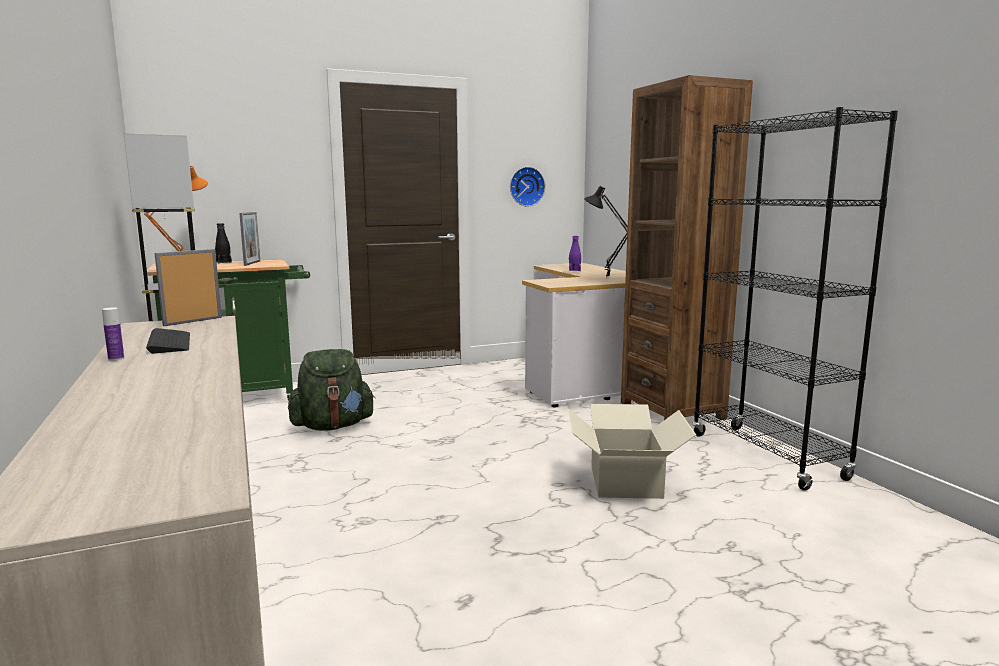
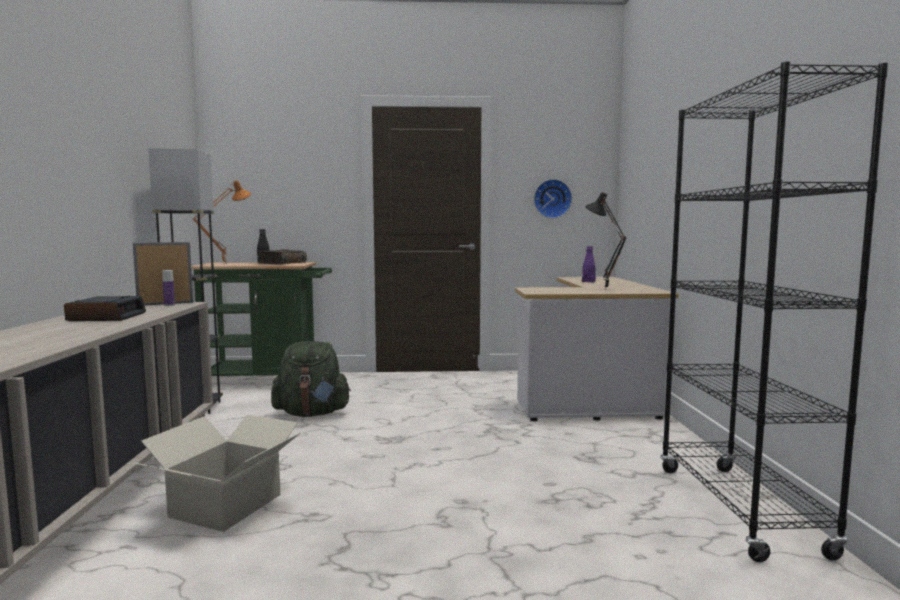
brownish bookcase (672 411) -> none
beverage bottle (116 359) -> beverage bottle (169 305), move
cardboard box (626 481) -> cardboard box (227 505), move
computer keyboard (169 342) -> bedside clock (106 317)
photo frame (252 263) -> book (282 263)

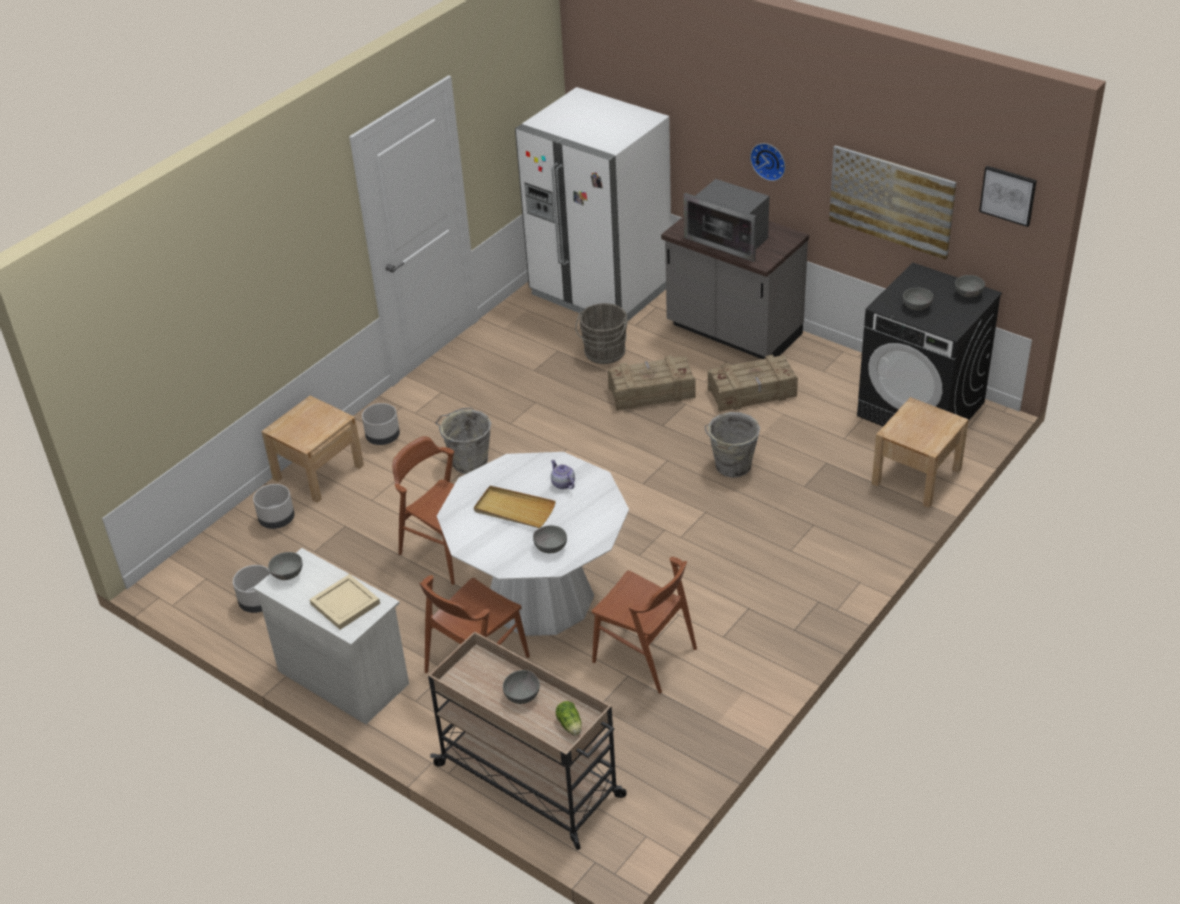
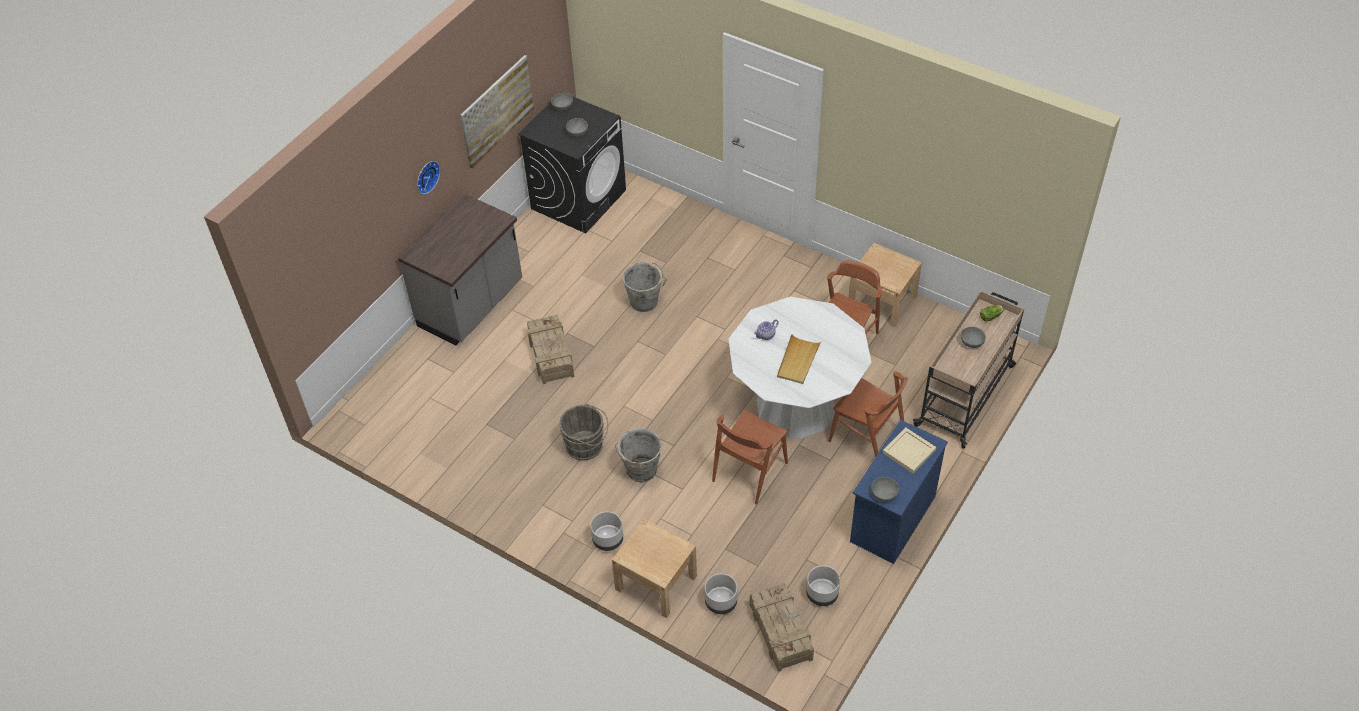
whitish kitchen fridge (600 290) -> none
greyish serving bowl (550 547) -> none
microwave oven (729 239) -> none
wall picture (1008 195) -> none
greyish bucket (604 354) -> greyish bucket (586 446), move
packing crate (752 393) -> packing crate (781 631), move
beige-coloured bedside table (916 476) -> beige-coloured bedside table (882 301), move
whitish dresser (343 677) -> blue dresser (892 519)

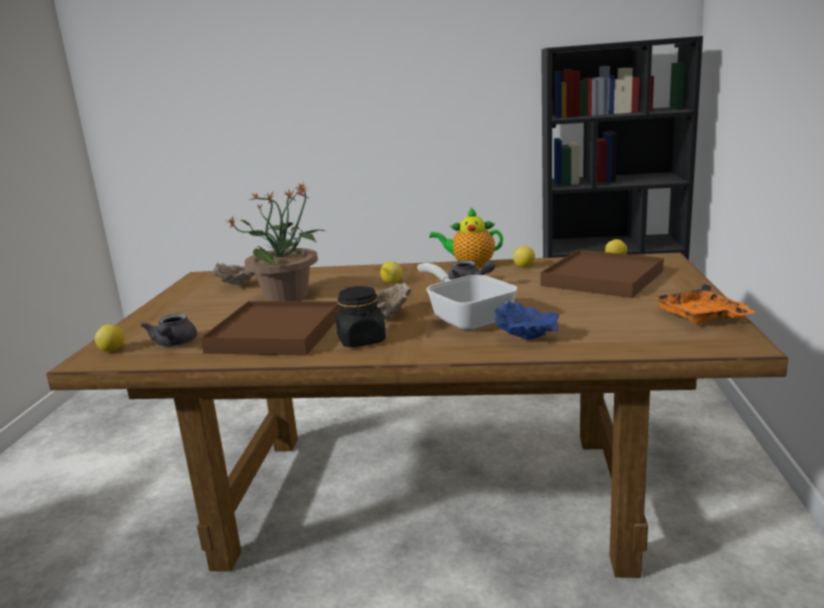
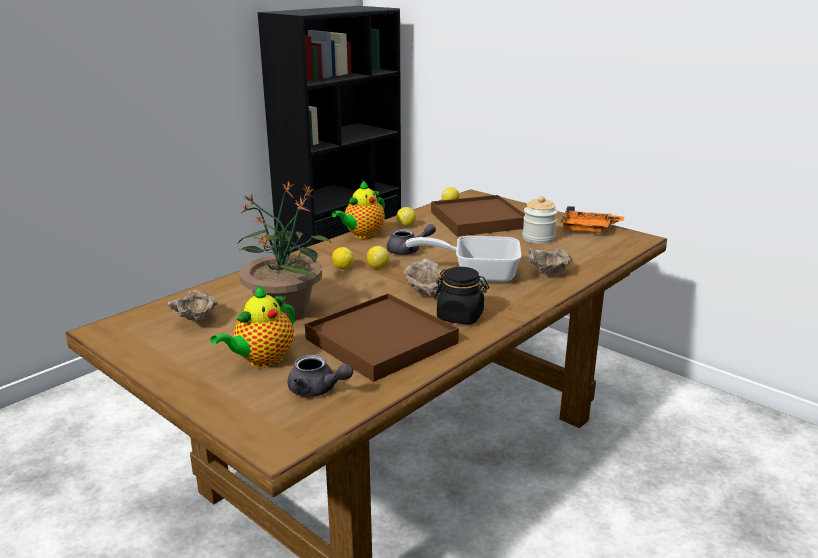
none -> teapot (262 361)
none -> storage jar (538 238)
lemon (113 350) -> lemon (378 267), move
blue serving bowl (526 339) -> beige-coloured serving bowl (549 274)

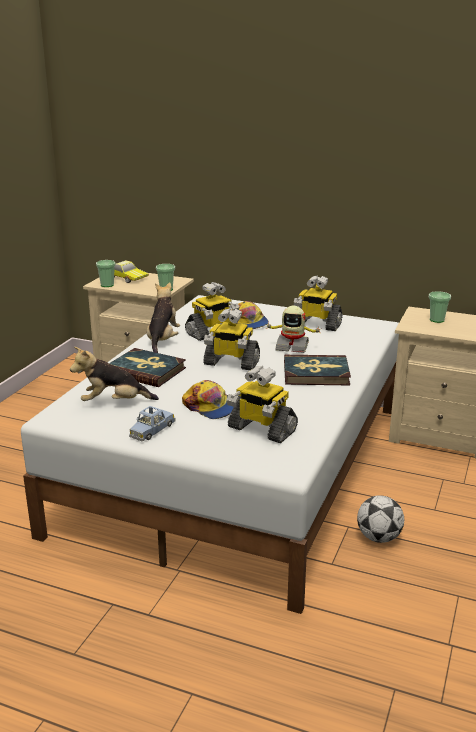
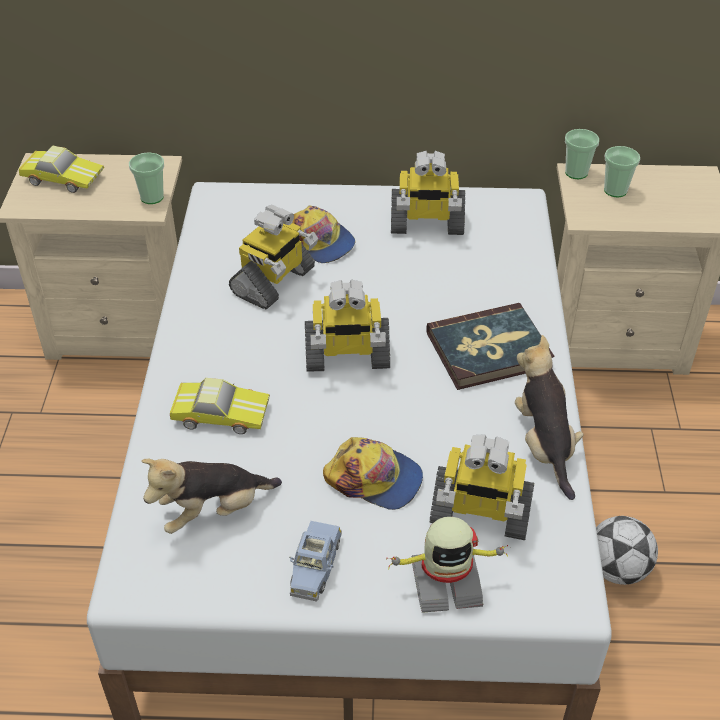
drinking cup (107 285) -> drinking cup (576 173), move
cuddly toy (163 340) -> cuddly toy (544 445), move
robot figure (292 347) -> robot figure (445 582), move
book (146 371) -> miniature car (220 412)

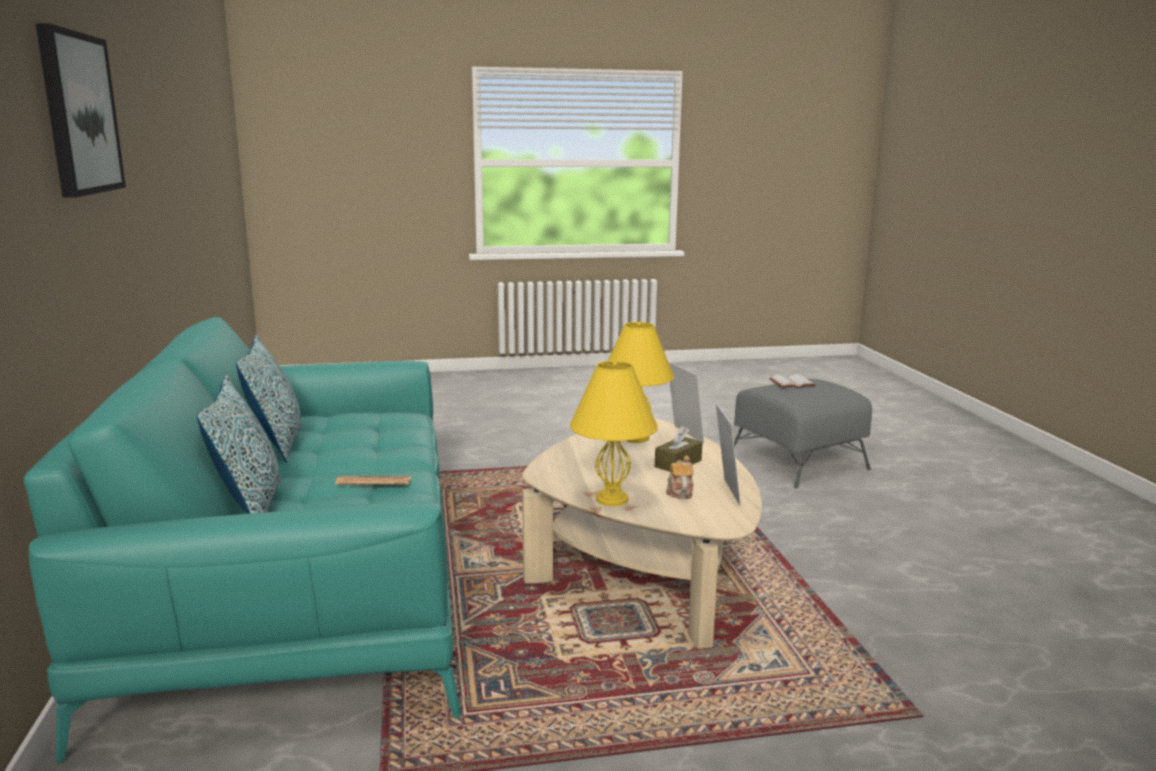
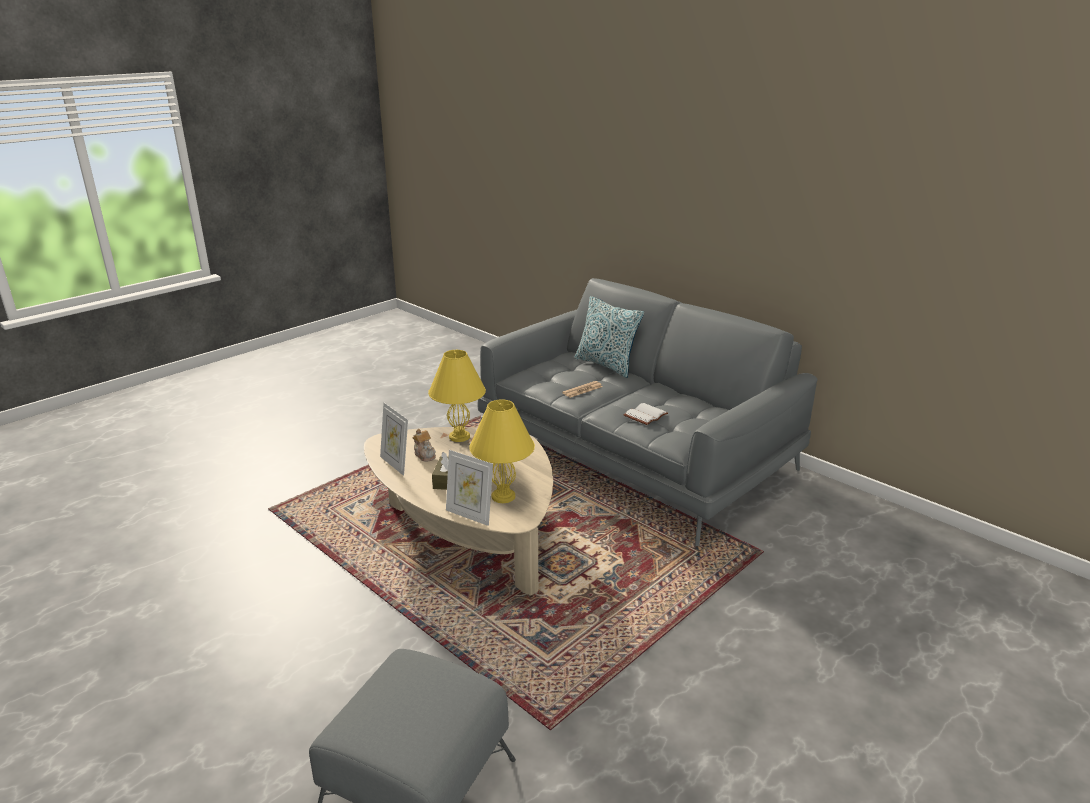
wall picture (79 114) -> none
throw pillow (277 444) -> none
whitish book (792 384) -> whitish book (645 415), move
turquoise-coloured sofa (300 589) -> greyish sofa (635 455)

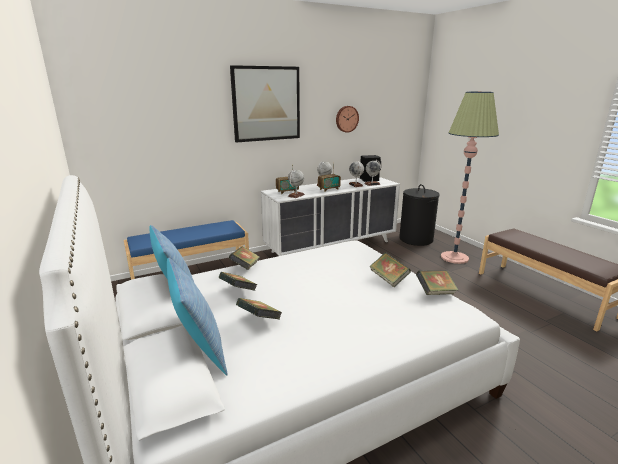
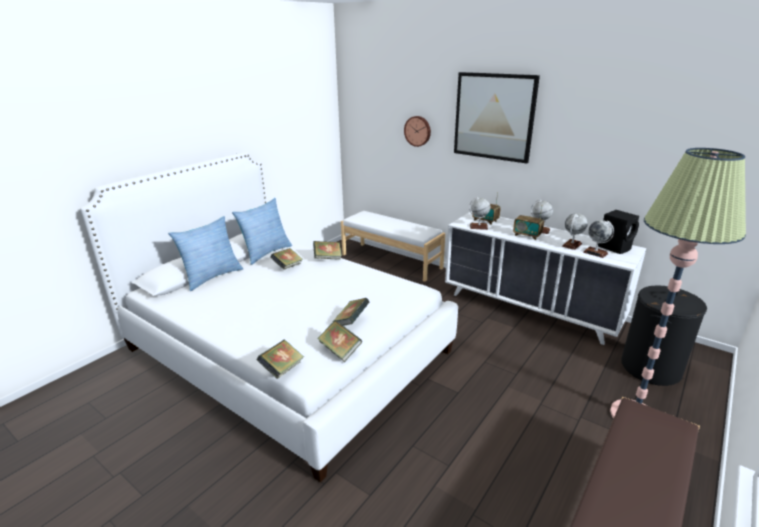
book (259 320) -> book (282 369), move
wall clock (346 119) -> wall clock (418 131), move
blue bench (191 273) -> whitish bench (391 261)

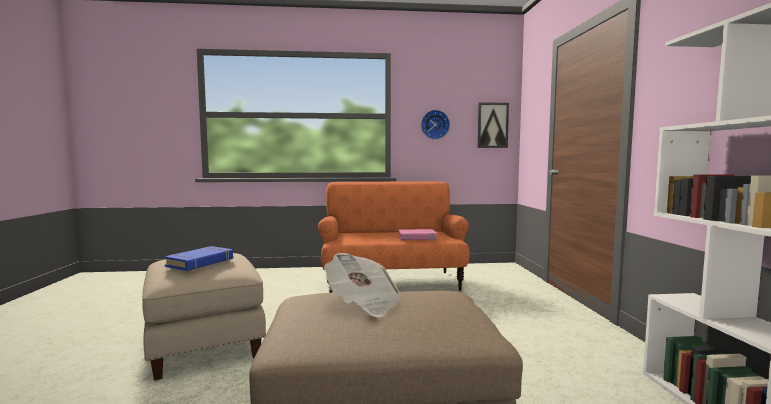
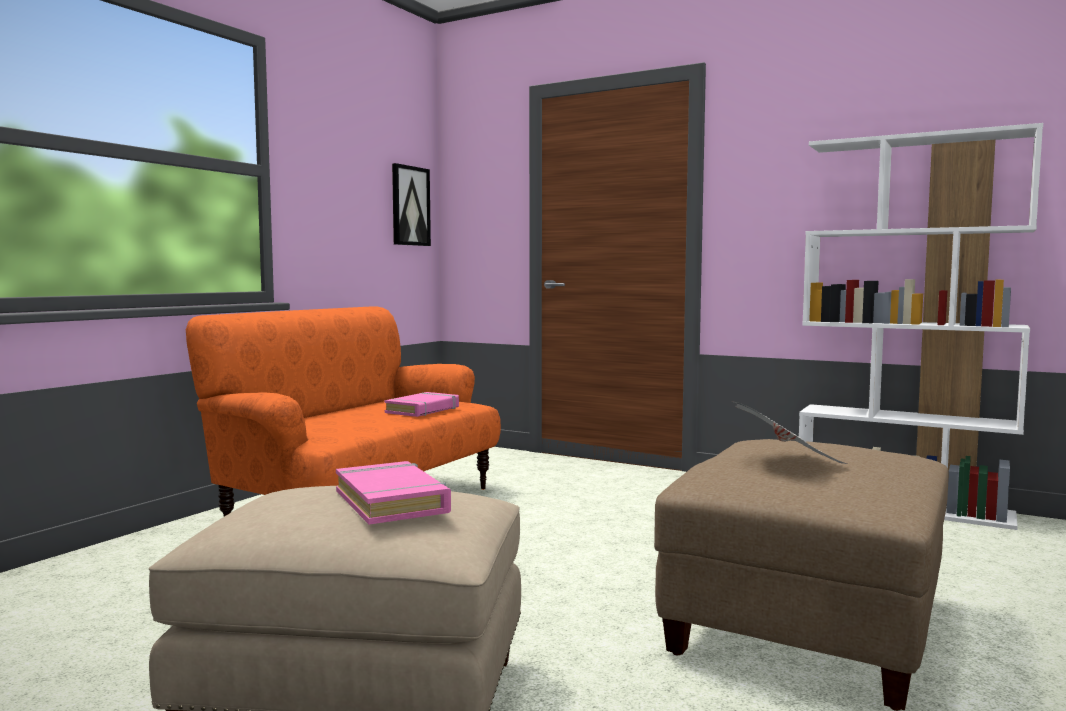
wall clock (434 124) -> none
blue book (200 262) -> pink book (392 501)

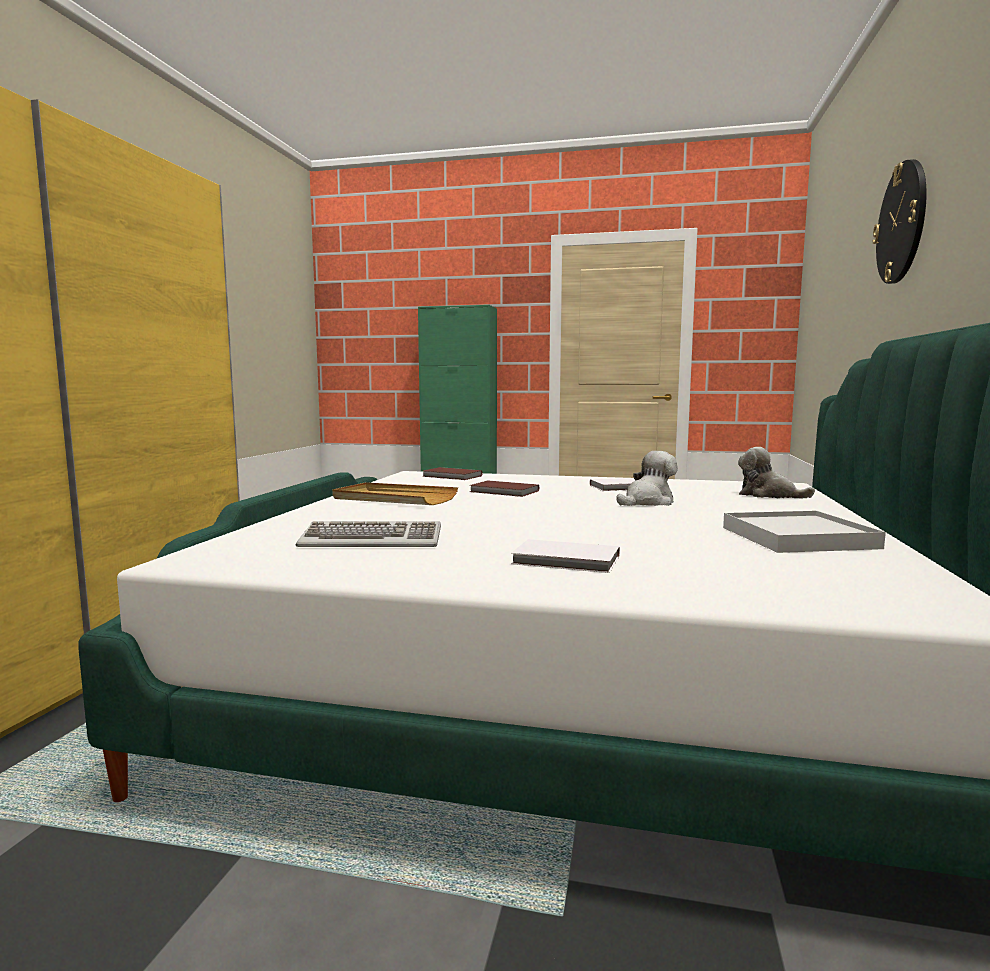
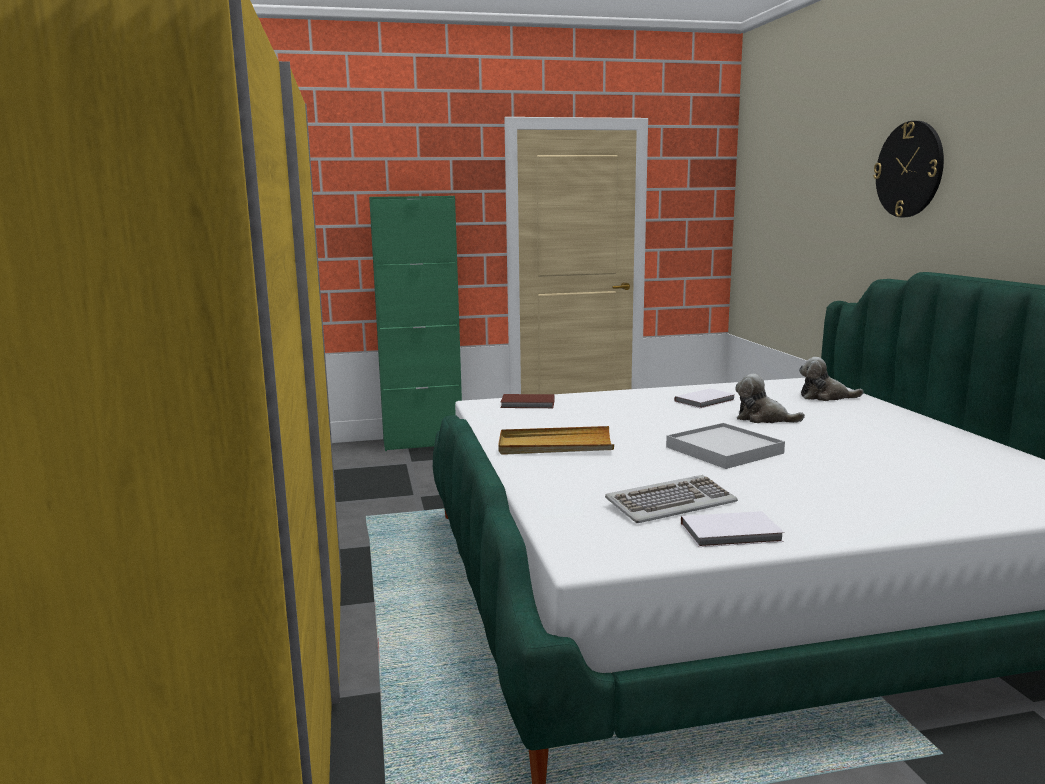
brownish book (504 491) -> none
whitish book (567 561) -> whitish book (732 533), move
whitish tray (797 538) -> whitish tray (724 450), move
cuddly toy (647 502) -> cuddly toy (763 419), 90 degrees counterclockwise

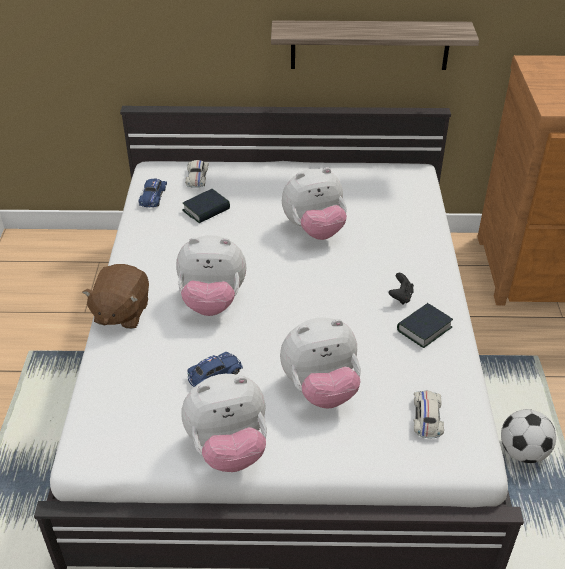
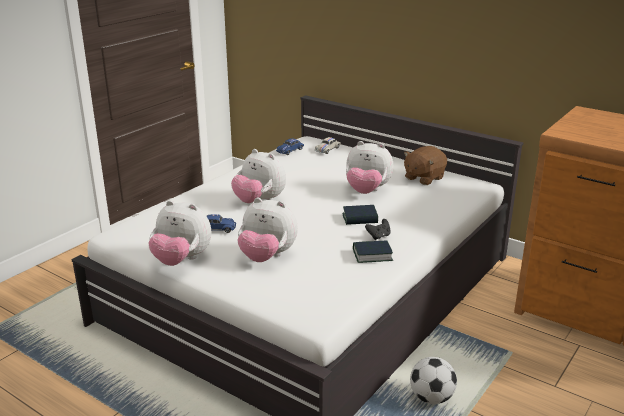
bracket shelf (370 45) -> none
whitish miniature car (427 417) -> none
brownish cuddly toy (121 313) -> brownish cuddly toy (423 178), move
book (206 210) -> book (360 218), move

